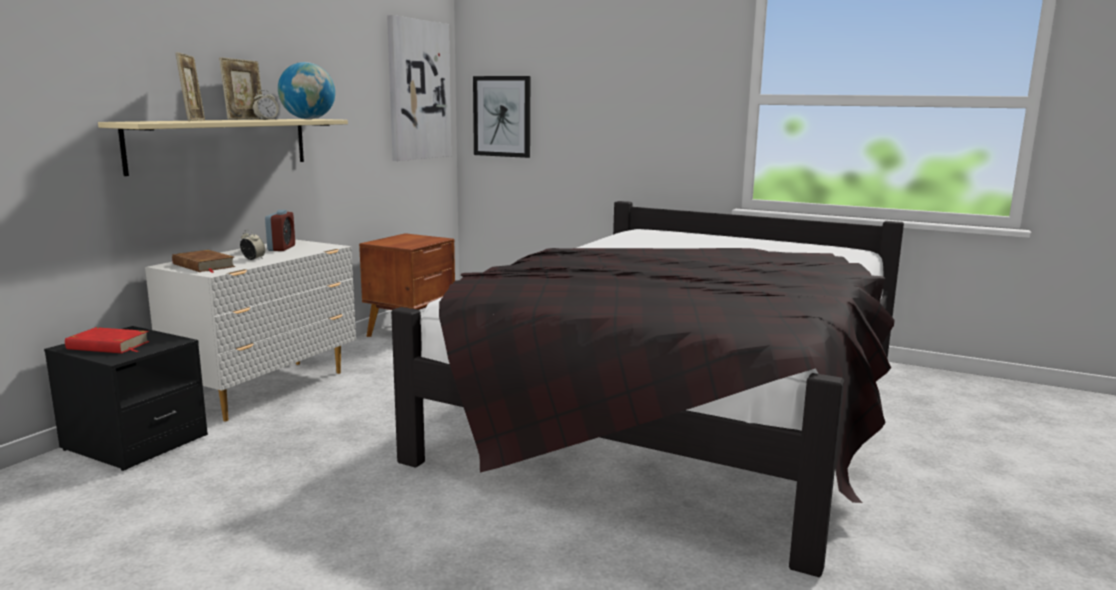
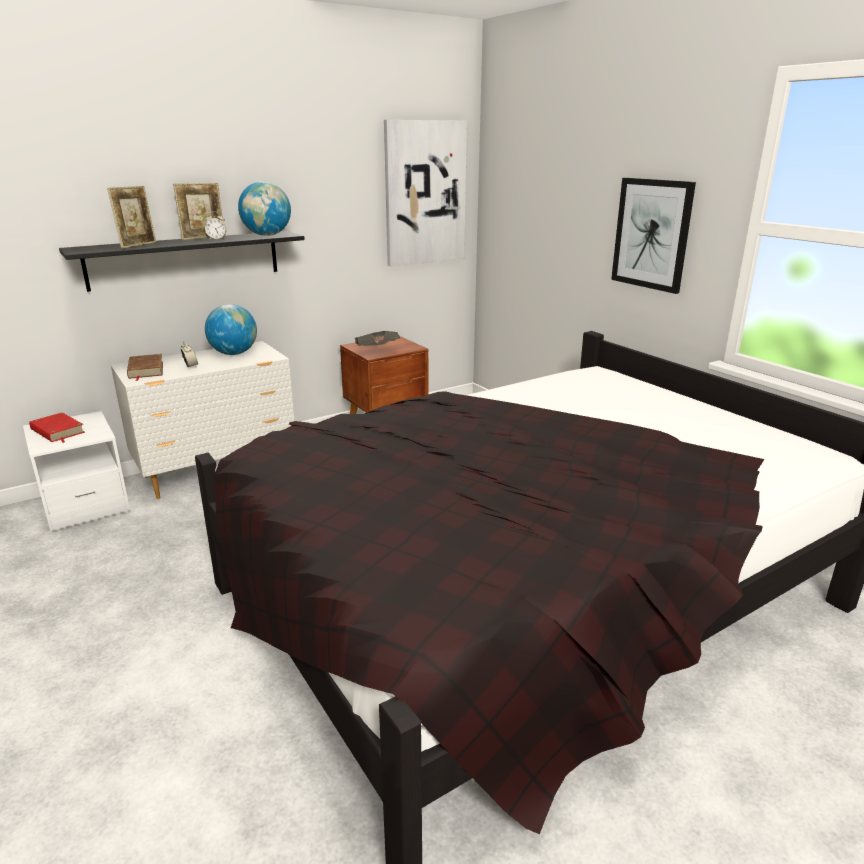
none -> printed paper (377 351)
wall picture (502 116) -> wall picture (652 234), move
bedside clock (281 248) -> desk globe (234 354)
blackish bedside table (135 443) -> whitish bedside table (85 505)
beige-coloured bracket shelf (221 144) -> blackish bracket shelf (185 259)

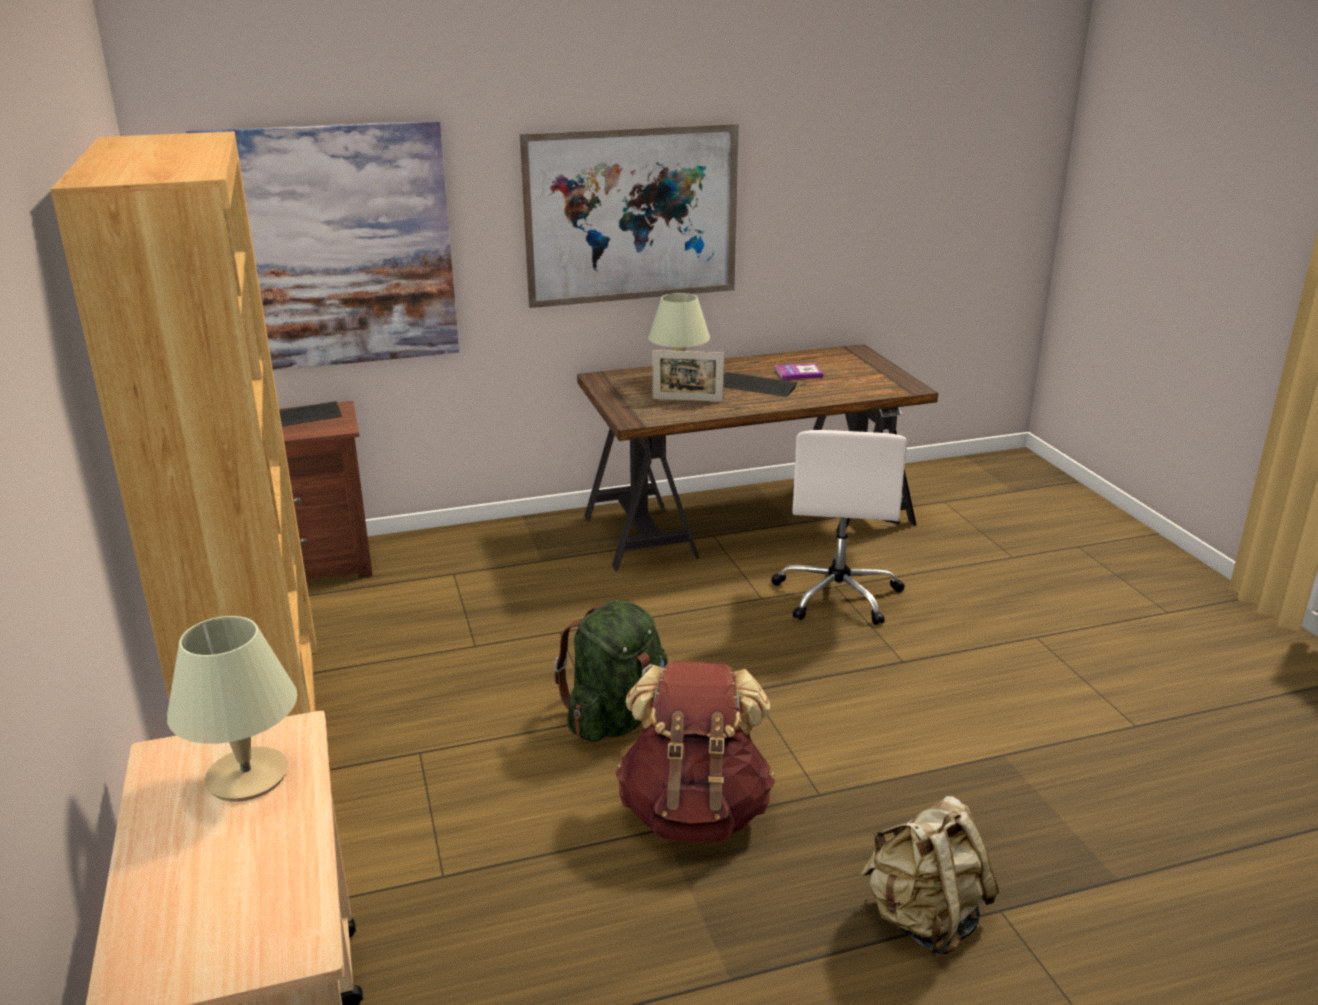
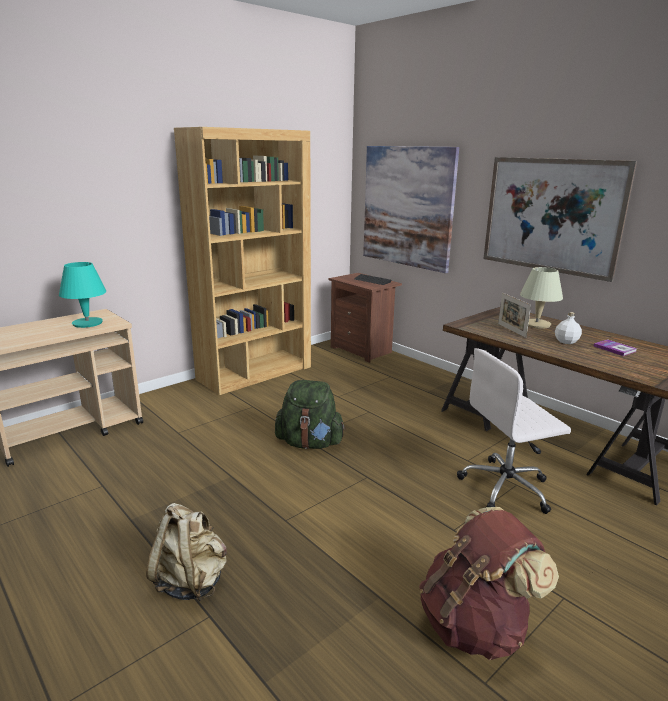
brownish backpack (695 811) -> brownish backpack (475 625), move
computer keyboard (756 386) -> whitish beverage bottle (566 342)
beige-coloured table lamp (248 777) -> turquoise-coloured table lamp (87 323)

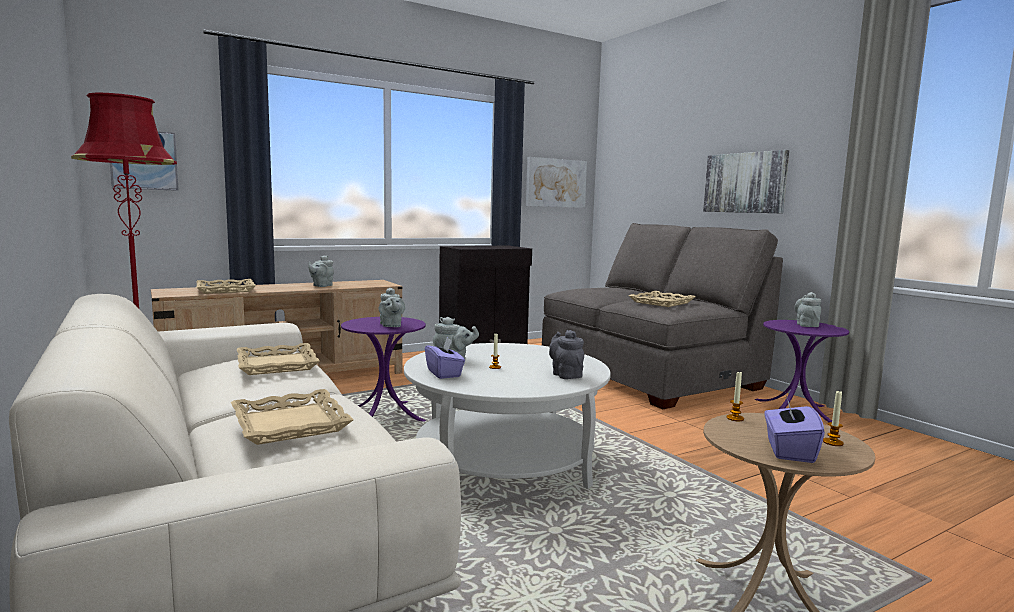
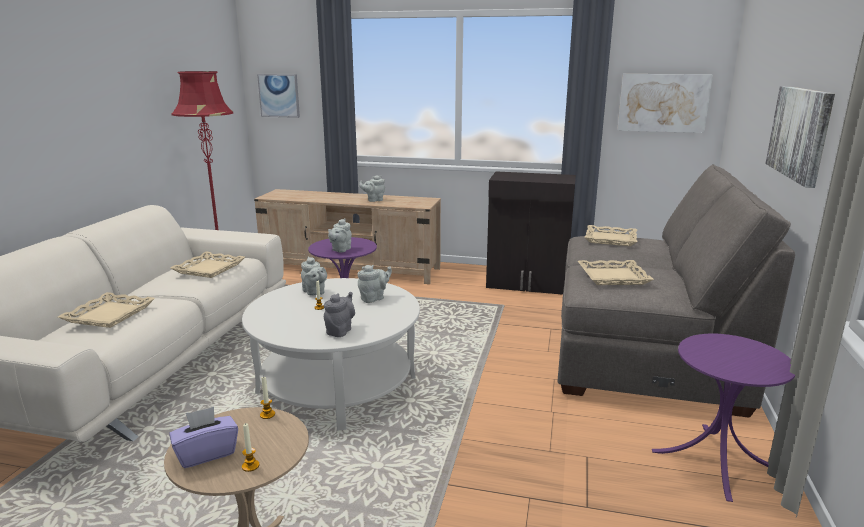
purple-coloured tissue box (444 373) -> none
beige-coloured tray (225 290) -> beige-coloured tray (610 239), move
greyish teapot (806 325) -> greyish teapot (374 298), move

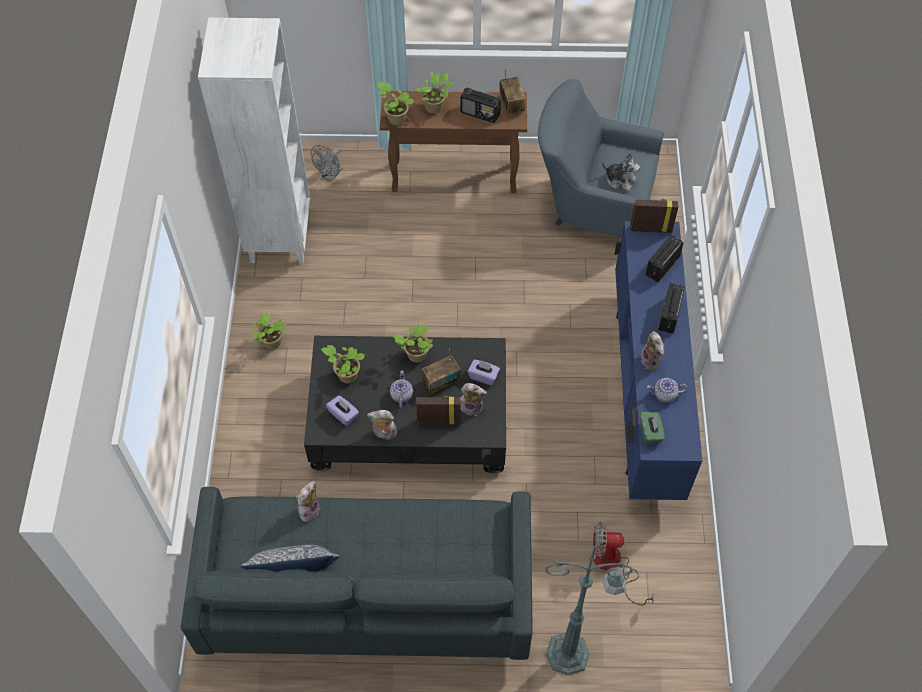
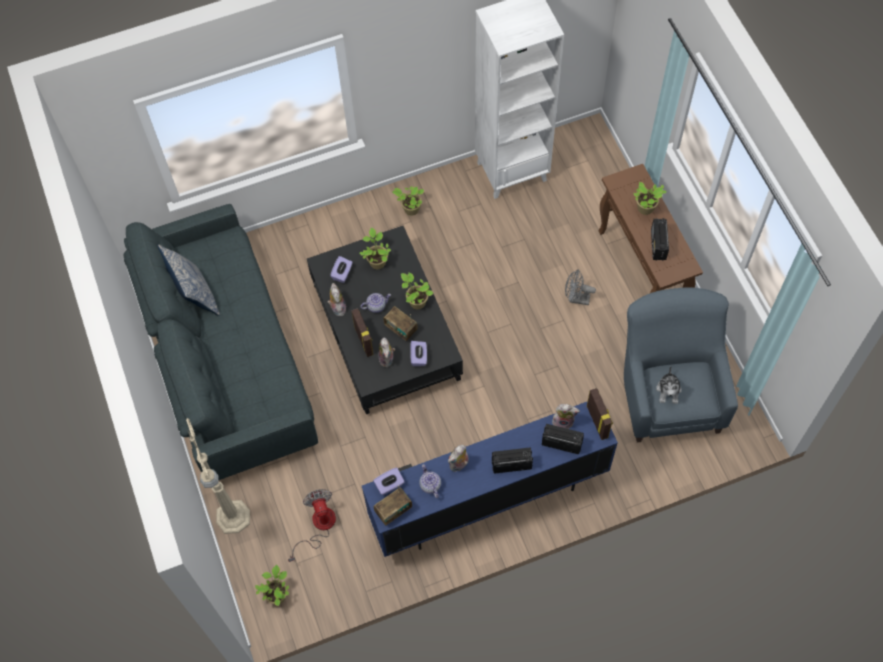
cuddly toy (308 509) -> cuddly toy (563 421), move
greyish cooling fan (330 176) -> greyish cooling fan (576 299), move
potted plant (395 118) -> potted plant (277 594), move
radio set (511 104) -> radio set (393 510), move
greenish standard lamp (570 654) -> beige-coloured standard lamp (233 519)
greenish tissue box (650 432) -> purple-coloured tissue box (389 485)

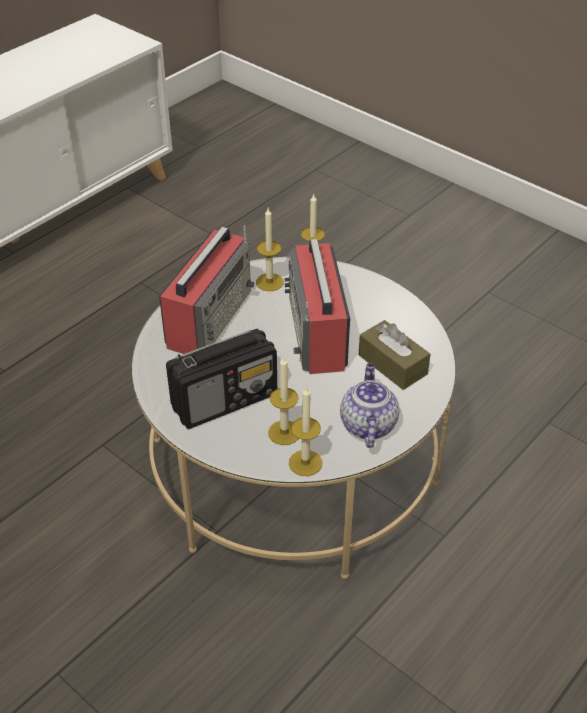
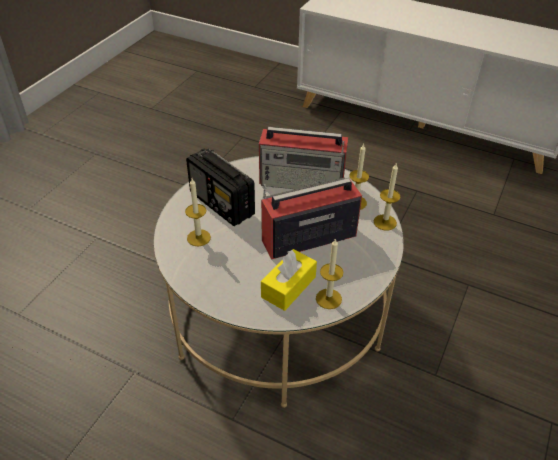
teapot (367 424) -> none
candle (305 463) -> candle (328 298), move
brownish tissue box (392 364) -> yellowish tissue box (288 287)

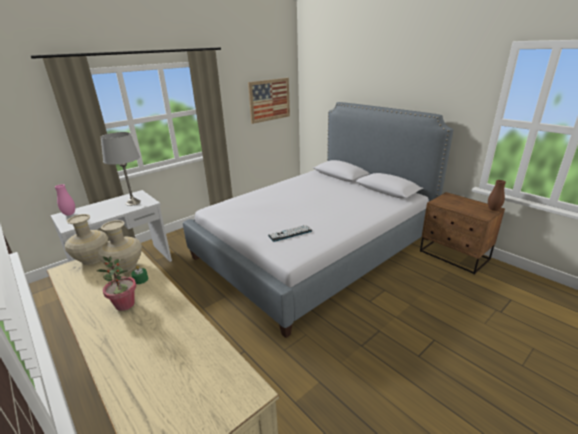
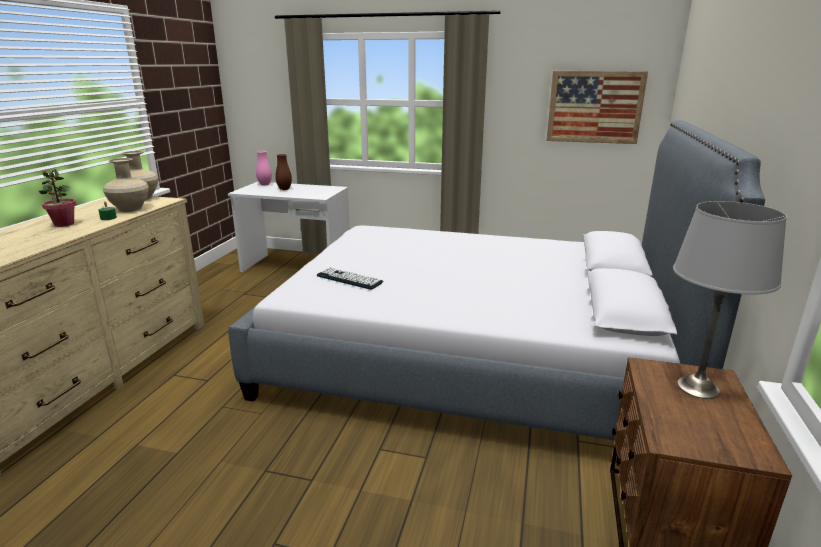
greyish table lamp (133 202) -> greyish table lamp (698 388), move
brownish decorative vase (493 209) -> brownish decorative vase (284 189), move

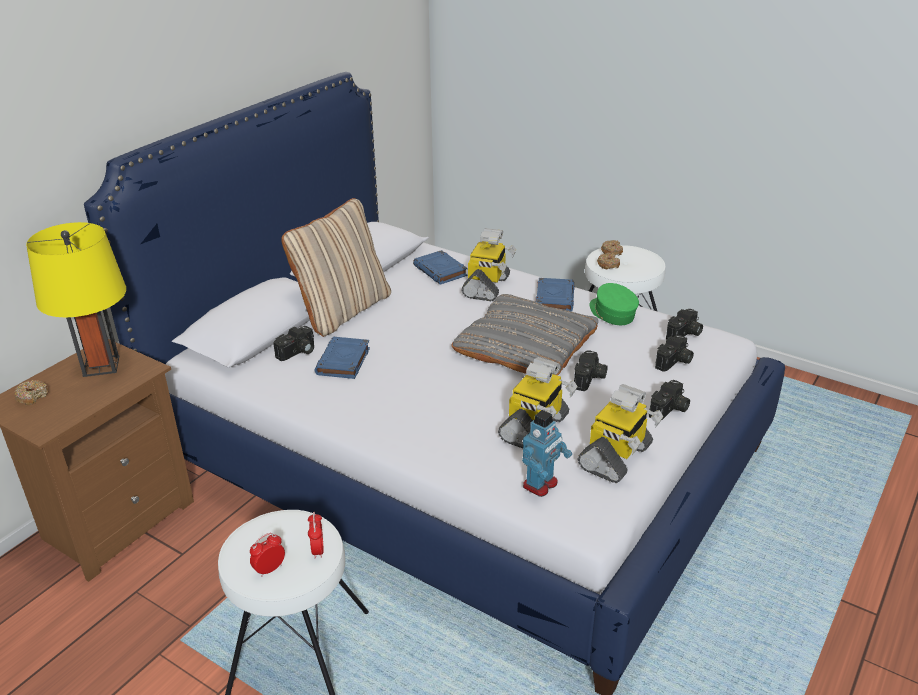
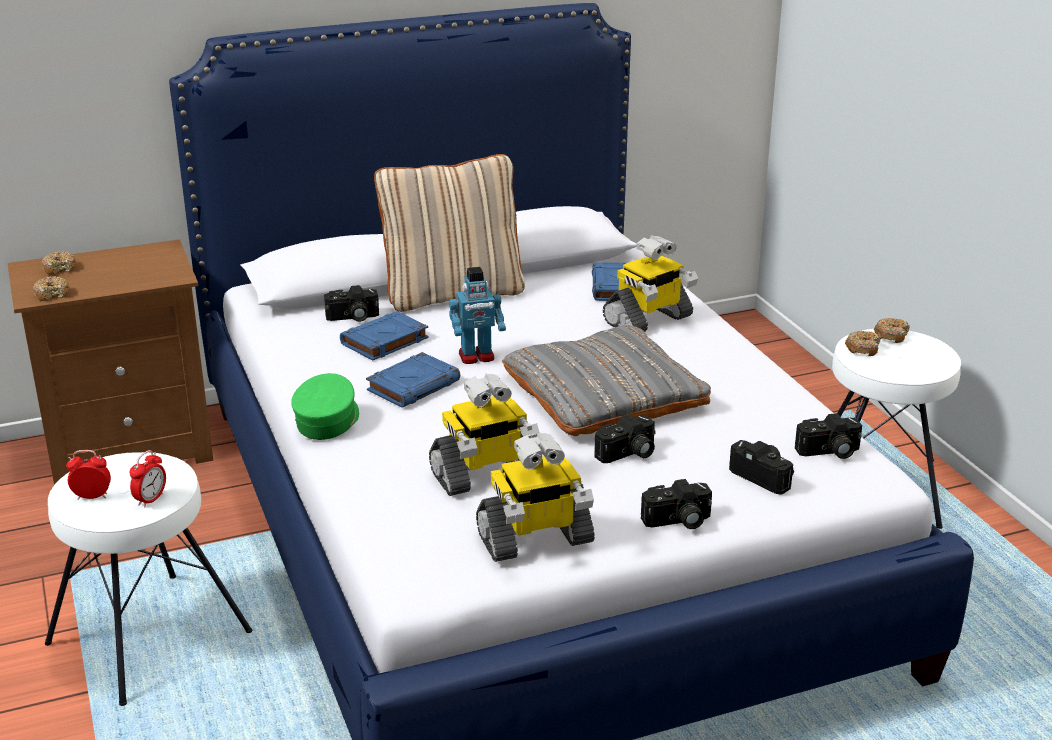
yellowish table lamp (101 366) -> none
none -> doughnut (52 294)
robot figure (541 485) -> robot figure (476 357), move
blue book (554 298) -> blue book (414 385), move
greenish peaked cap (612 313) -> greenish peaked cap (327 420), move
still camera (674 362) -> still camera (764 476), 120 degrees counterclockwise

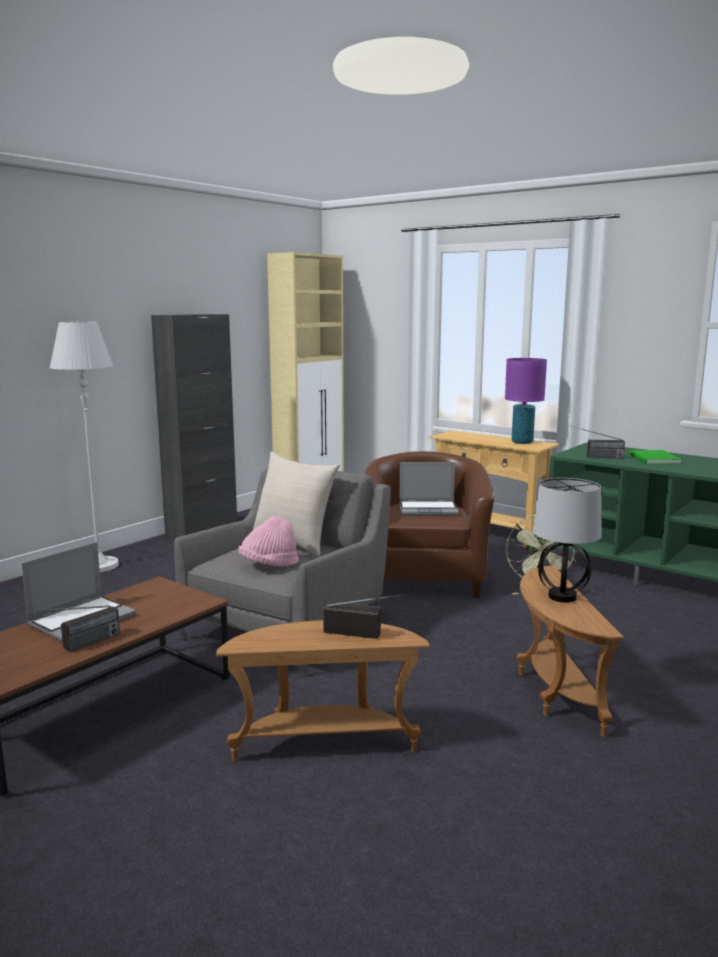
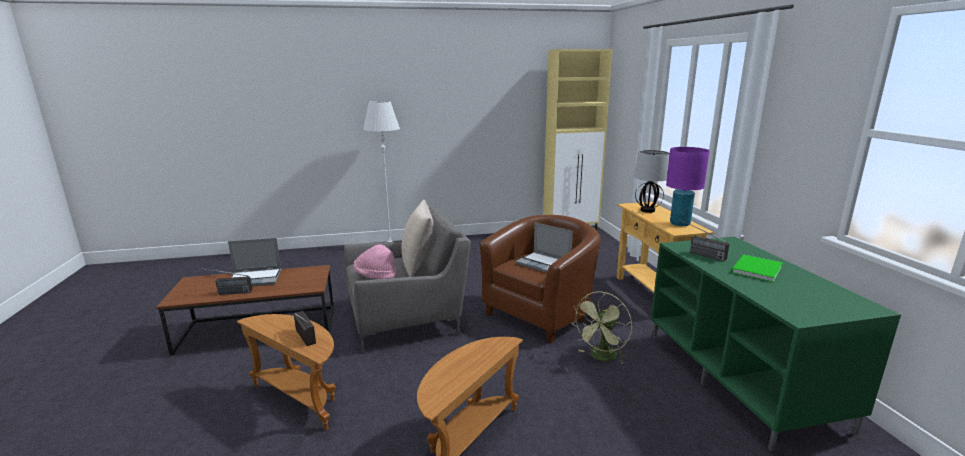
blackish storage cabinet (202 530) -> none
table lamp (561 596) -> table lamp (647 210), move

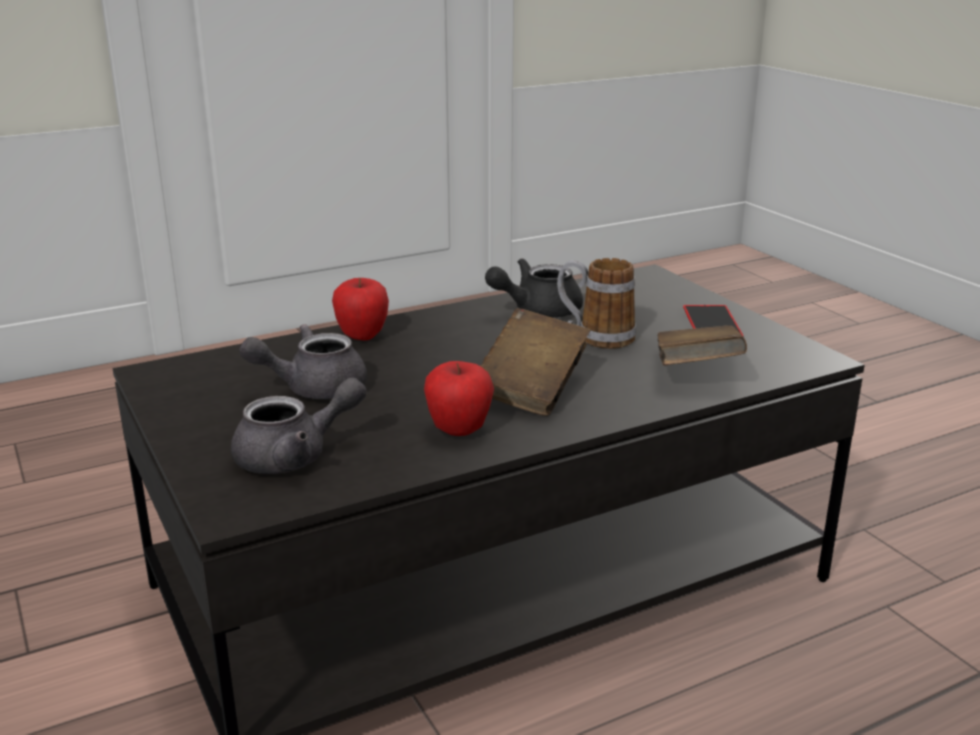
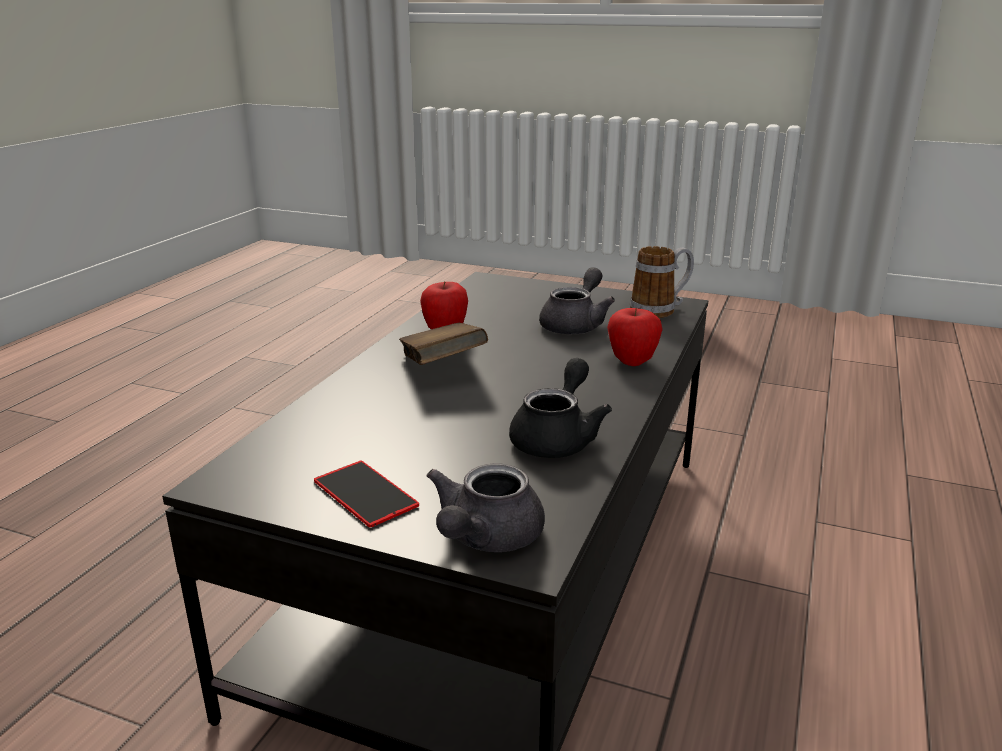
brownish book (696 372) -> none
greyish teapot (295 456) -> greyish teapot (485 538), move
mug (595 337) -> mug (660 310), move

